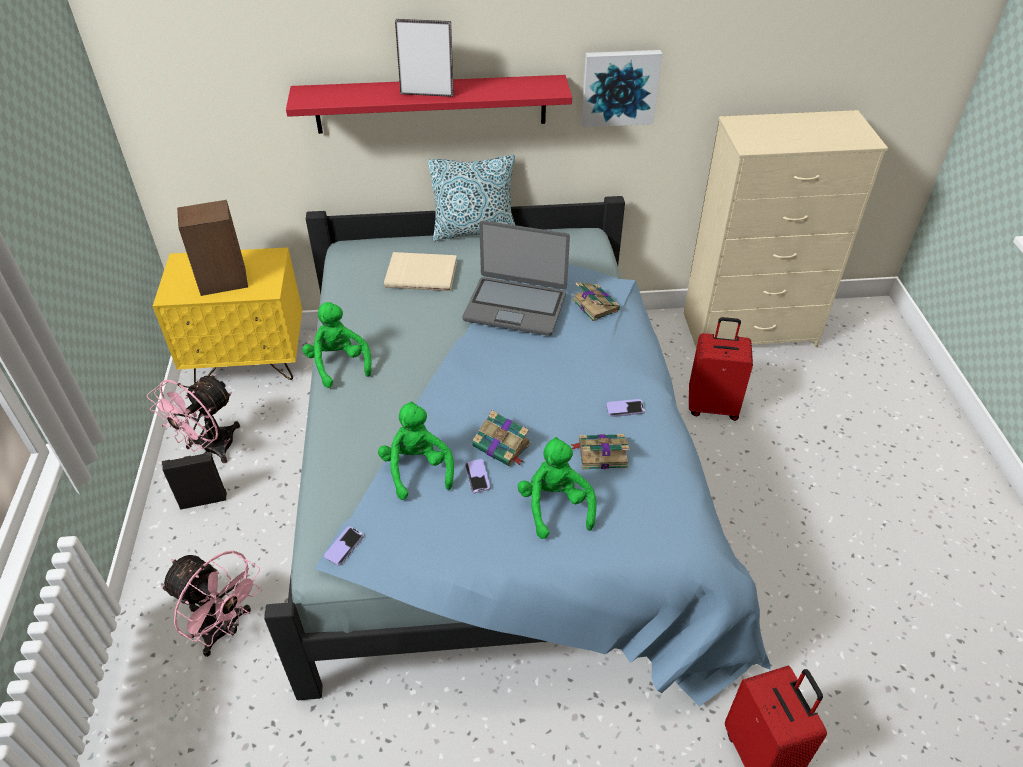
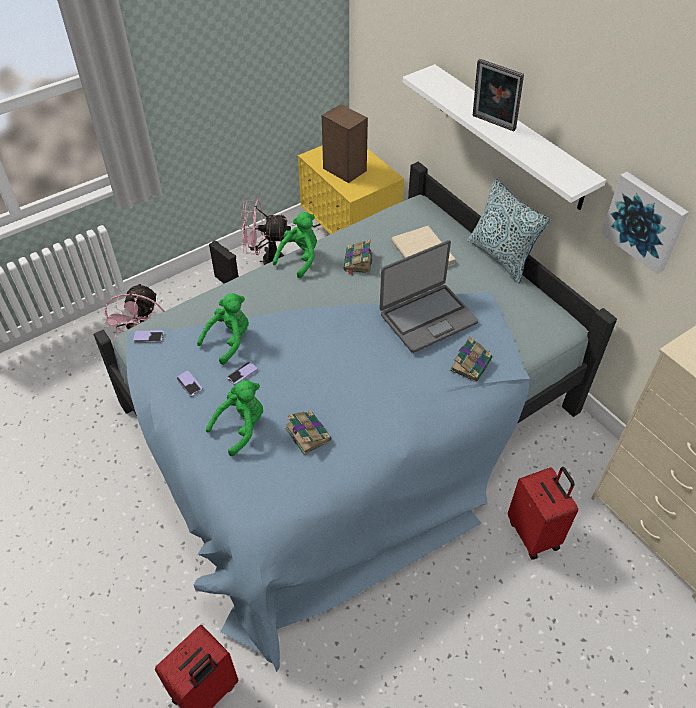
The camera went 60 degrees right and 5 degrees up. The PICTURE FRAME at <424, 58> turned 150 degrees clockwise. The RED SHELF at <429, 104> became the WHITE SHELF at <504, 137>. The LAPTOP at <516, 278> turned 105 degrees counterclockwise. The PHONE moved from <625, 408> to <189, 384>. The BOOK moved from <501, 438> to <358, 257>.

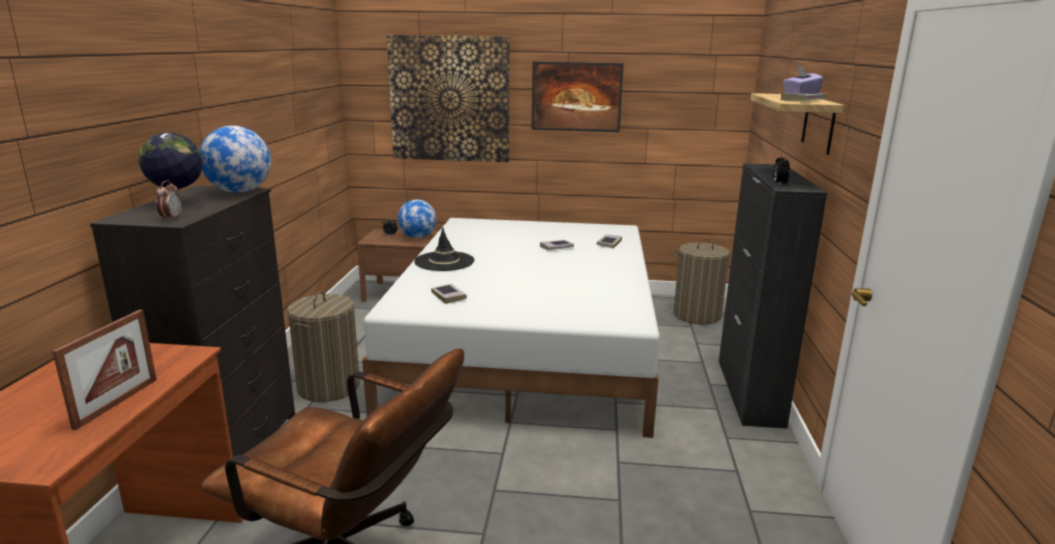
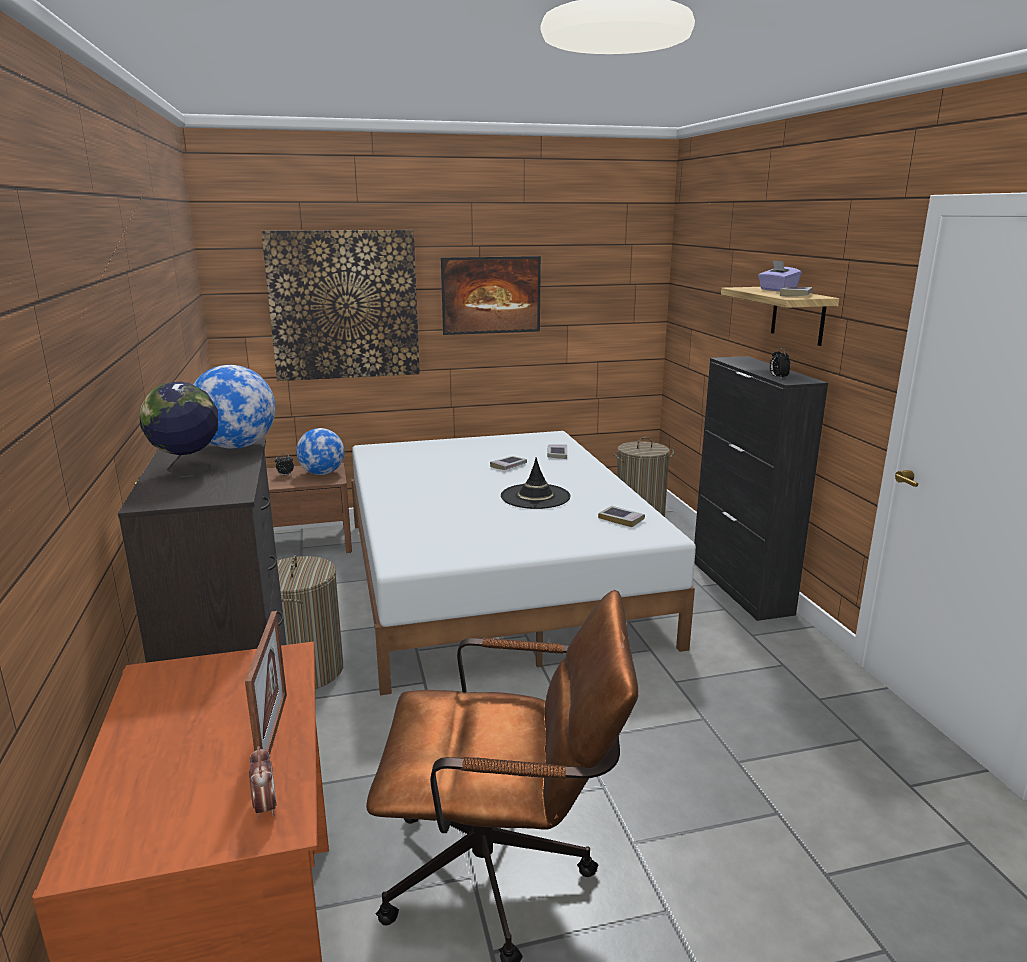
The camera went 20 degrees left and 0 degrees up. The ALARM CLOCK moved from <168, 200> to <263, 782>. The BLACK HAT moved from <444, 249> to <535, 483>. The BOOK moved from <449, 294> to <621, 516>.

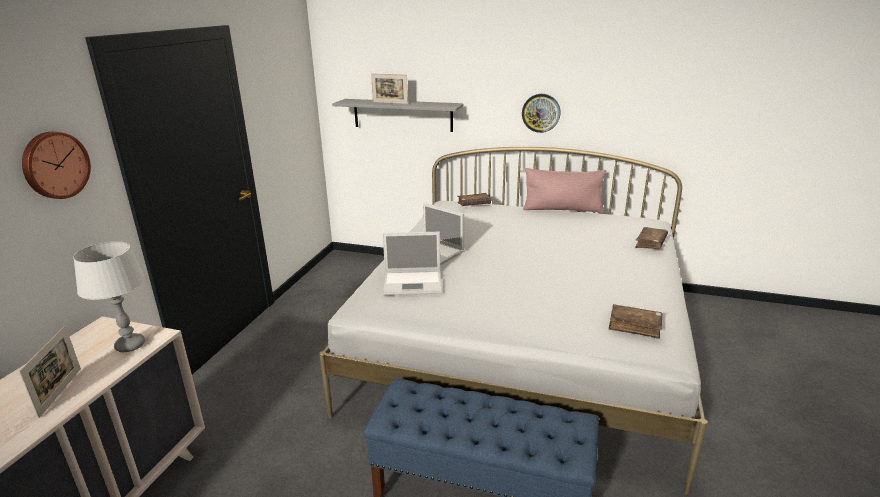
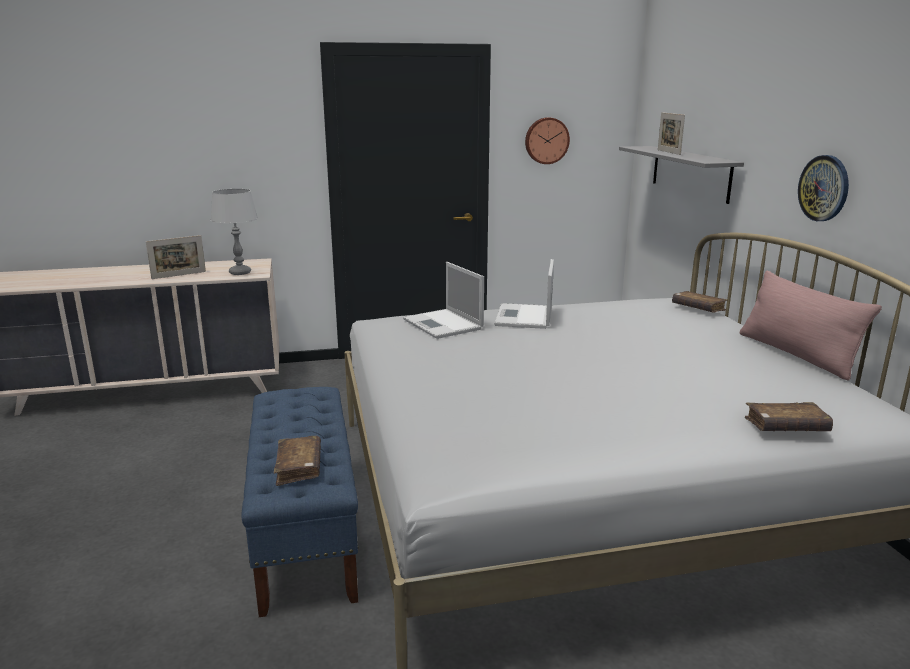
The camera went 60 degrees right and 5 degrees down. The WALL CLOCK moved from <56, 165> to <547, 140>. The BROWN BOOK moved from <635, 321> to <297, 461>.

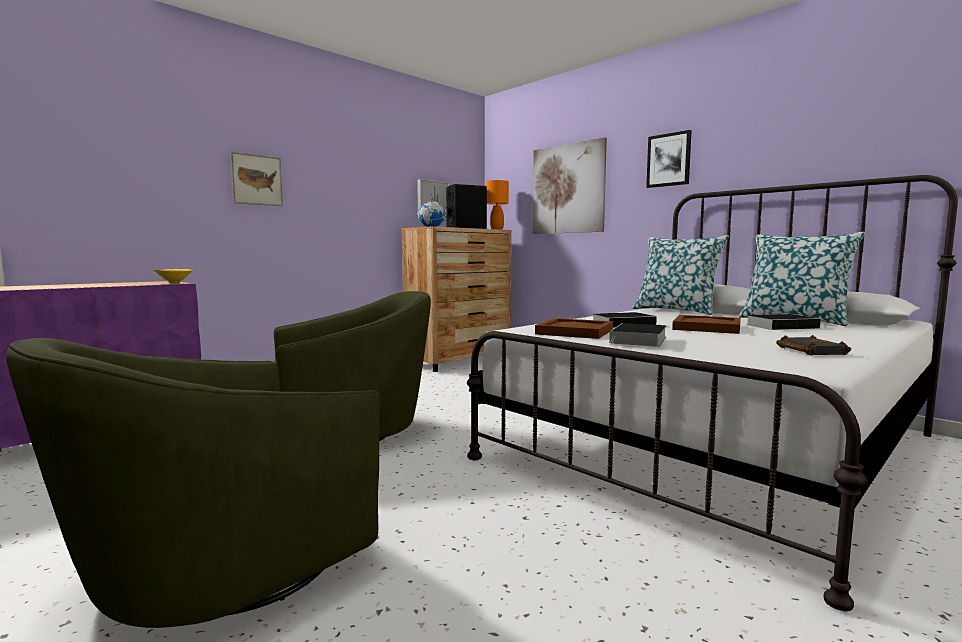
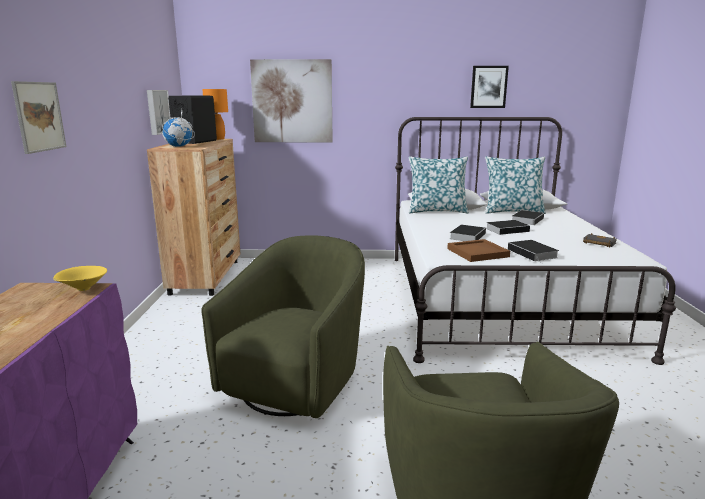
The camera went 45 degrees left and 10 degrees up. The PICTURE moved from <669, 159> to <489, 87>. The BROWN TRAY at <706, 324> was replaced by the BOOK at <508, 227>.

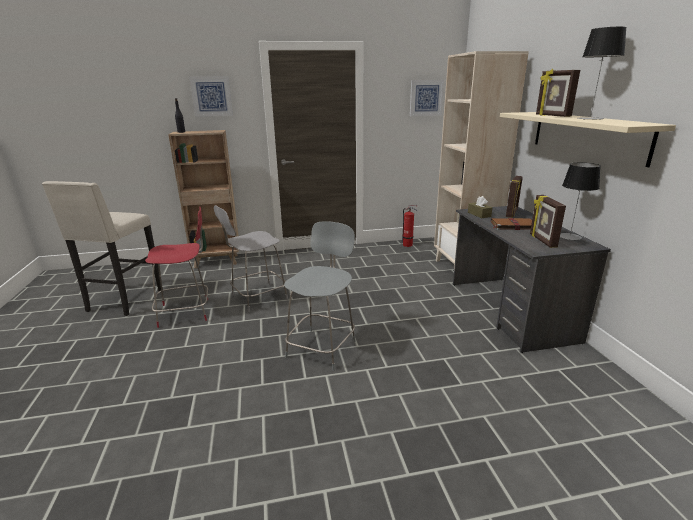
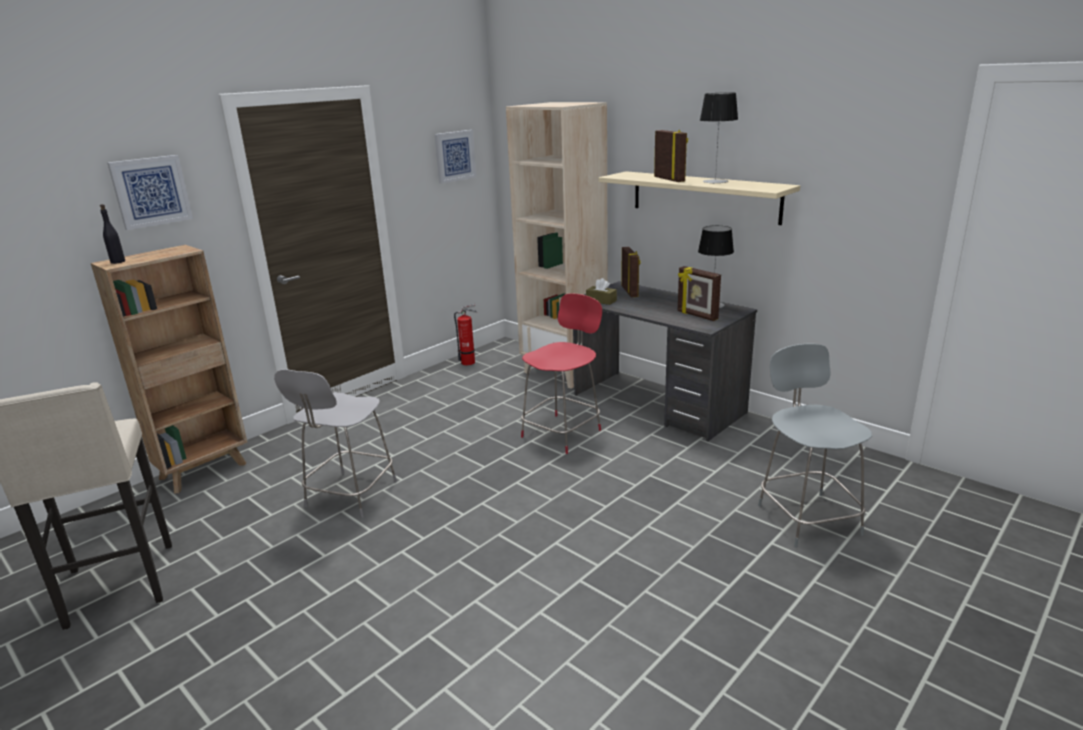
The camera went 35 degrees left and 0 degrees up. The PICTURE FRAME at <558, 93> turned 150 degrees counterclockwise. The RED CHAIR moved from <176, 267> to <561, 373>. The BROWN BOOK at <511, 224> disappeared. The GREY CHAIR moved from <319, 296> to <815, 446>.

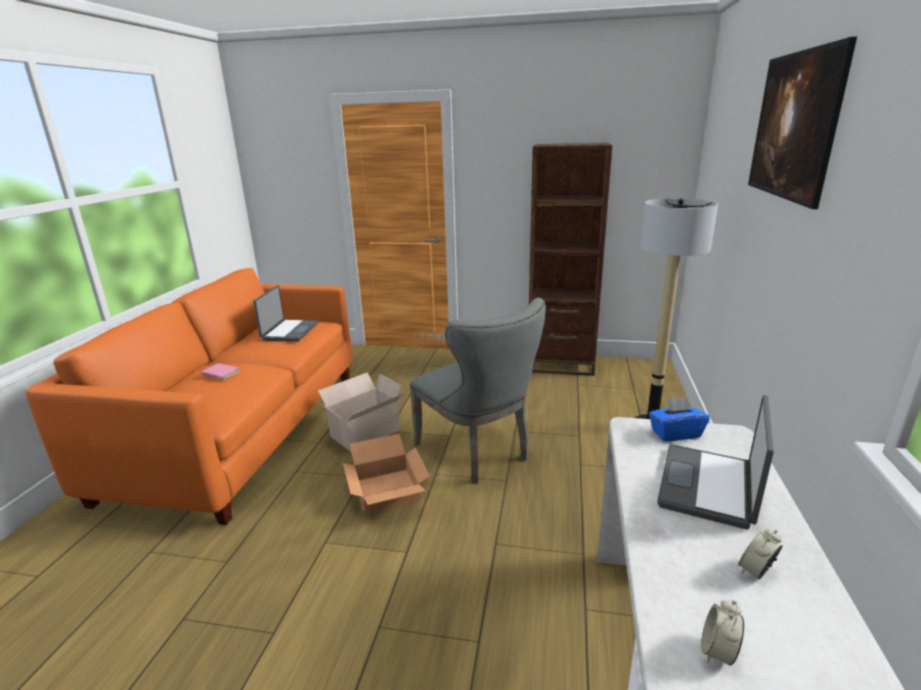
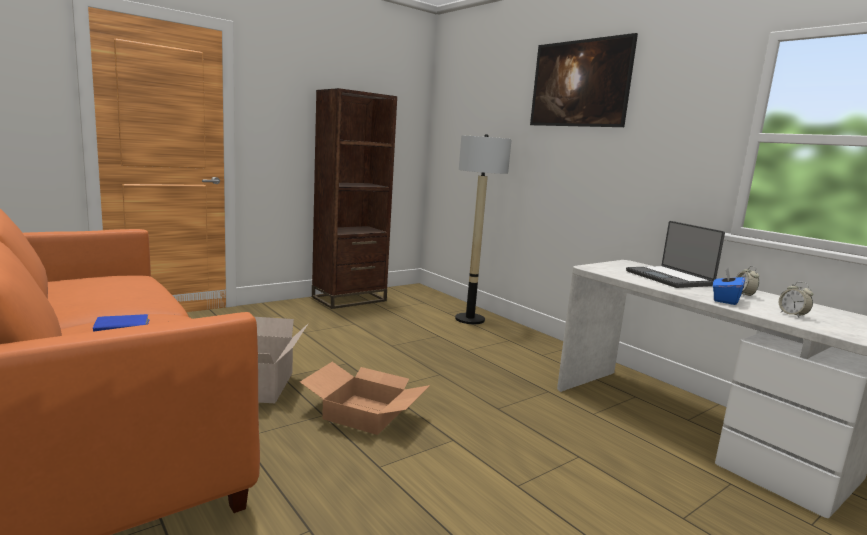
The camera went 50 degrees left and 10 degrees down. The LAPTOP at <285, 313> disappeared. The GREY CHAIR at <478, 391> disappeared. The PINK BOOK at <220, 371> became the BLUE BOOK at <121, 323>. The BLUE TISSUE BOX moved from <679, 419> to <729, 286>.

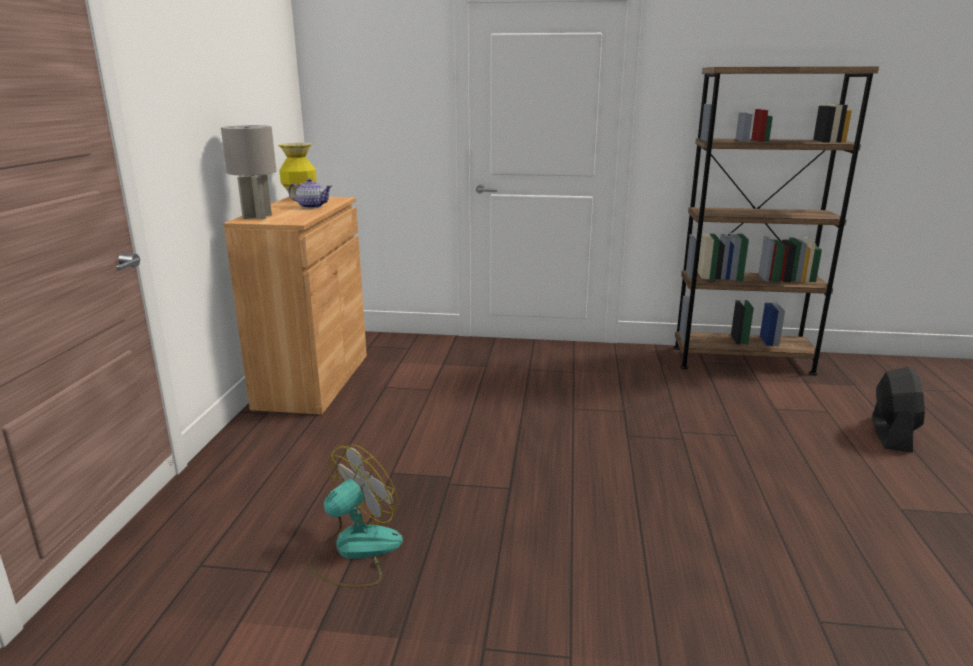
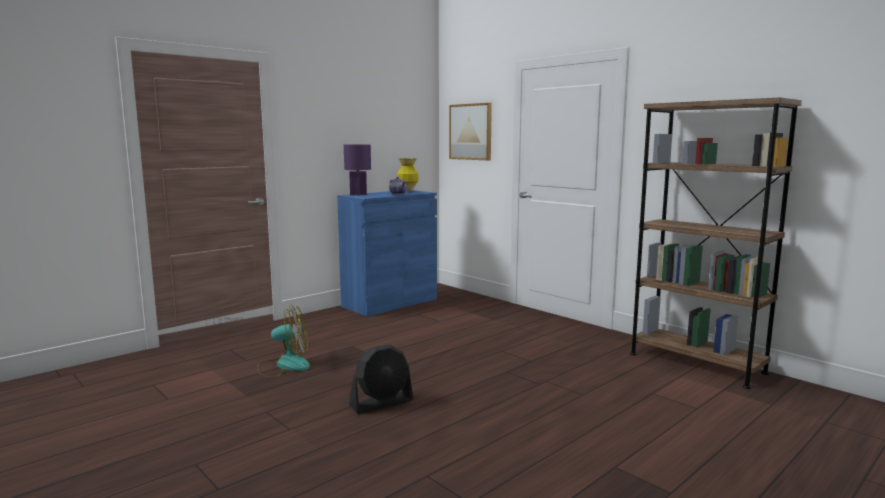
The camera went 40 degrees right and 10 degrees down. The GREY TABLE LAMP at <248, 172> became the PURPLE TABLE LAMP at <357, 170>. The BROWN CABINET at <295, 305> became the BLUE CABINET at <387, 253>. The BLACK FAN moved from <898, 409> to <381, 379>. The PICTURE at <470, 131> appeared.

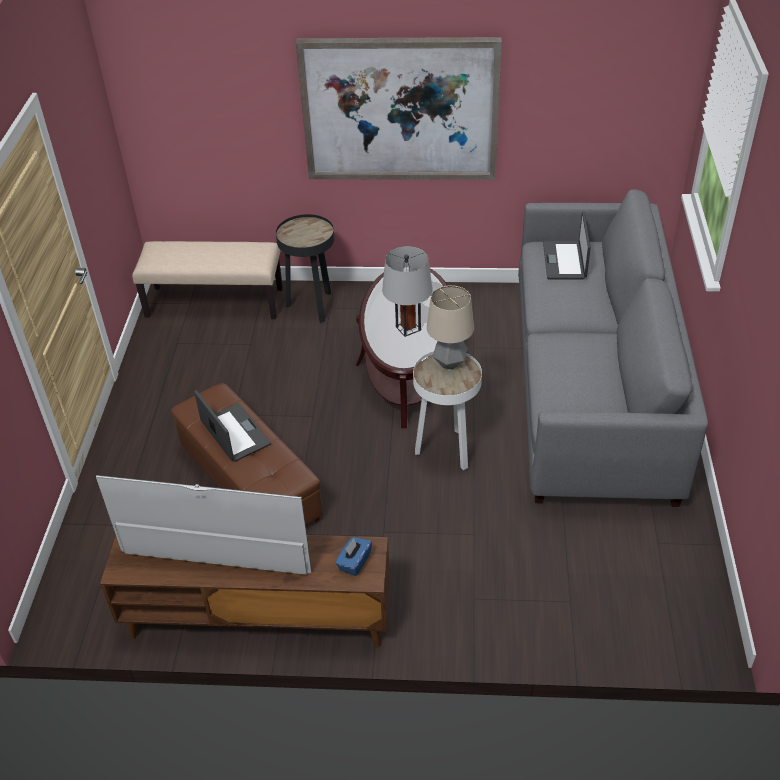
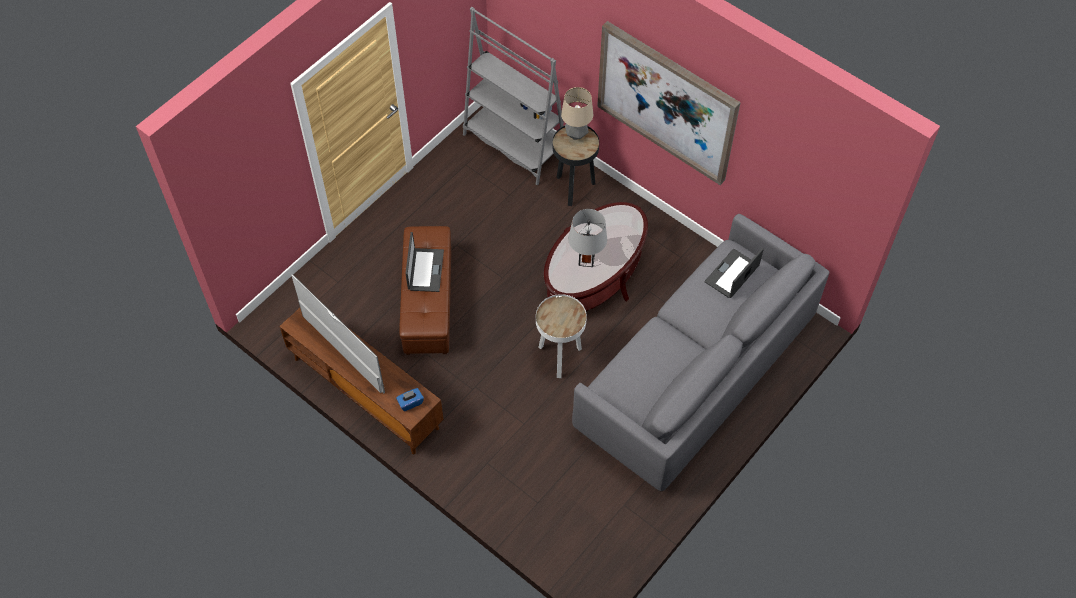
The camera went 35 degrees right and 15 degrees up. The BEIGE BENCH at <207, 280> was replaced by the GREY BOOKCASE at <513, 96>. The TABLE LAMP moved from <450, 327> to <577, 113>.

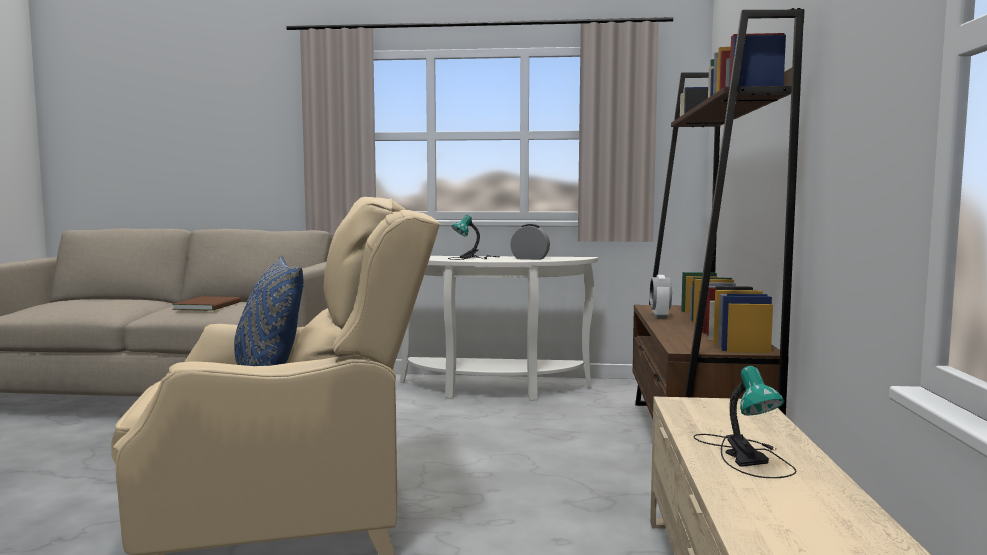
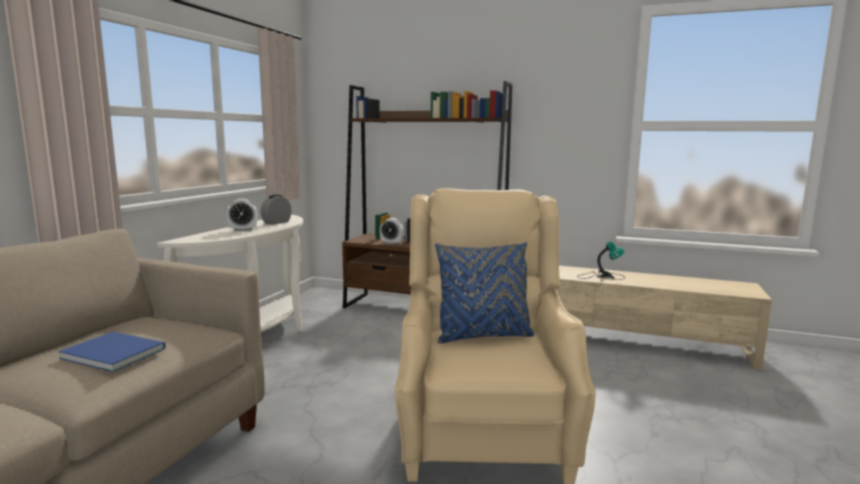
The camera went 75 degrees left and 5 degrees up. The TABLE LAMP at <474, 237> was replaced by the ALARM CLOCK at <241, 215>. The BROWN BOOK at <206, 303> became the BLUE BOOK at <112, 352>.

